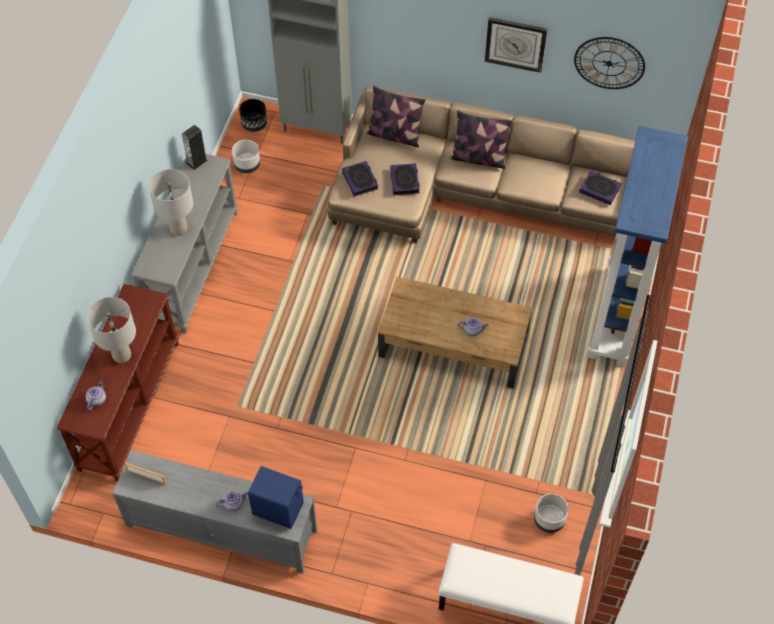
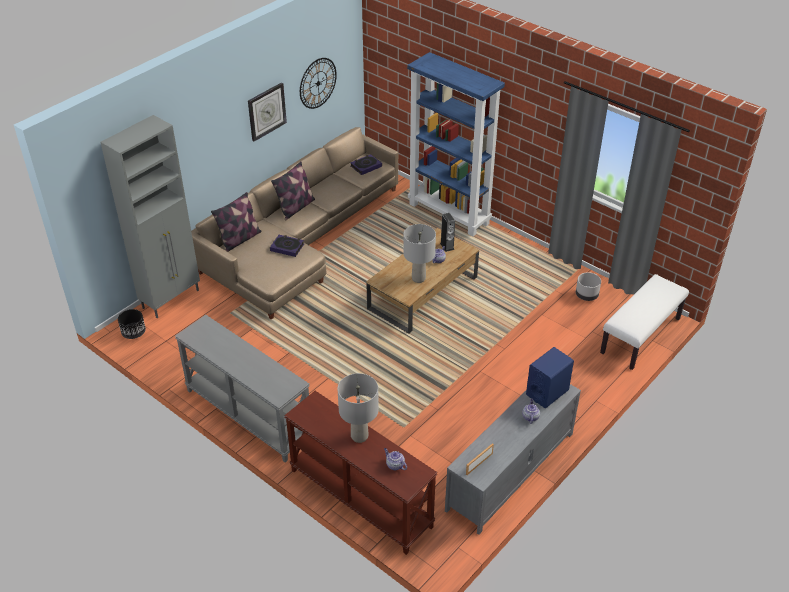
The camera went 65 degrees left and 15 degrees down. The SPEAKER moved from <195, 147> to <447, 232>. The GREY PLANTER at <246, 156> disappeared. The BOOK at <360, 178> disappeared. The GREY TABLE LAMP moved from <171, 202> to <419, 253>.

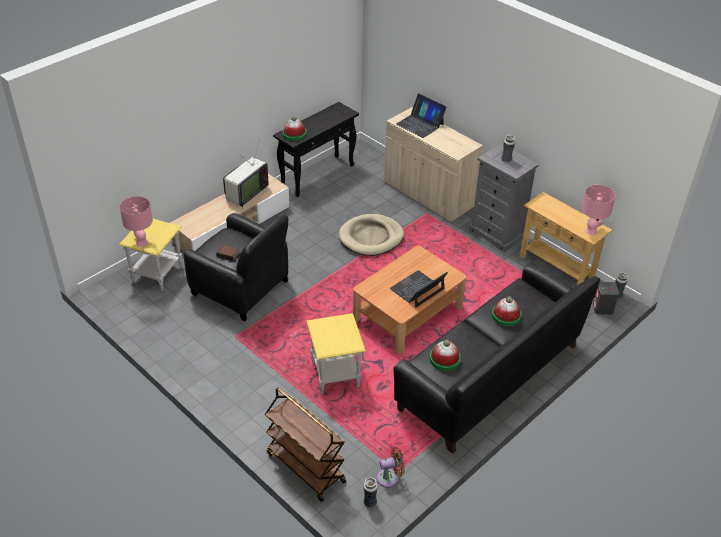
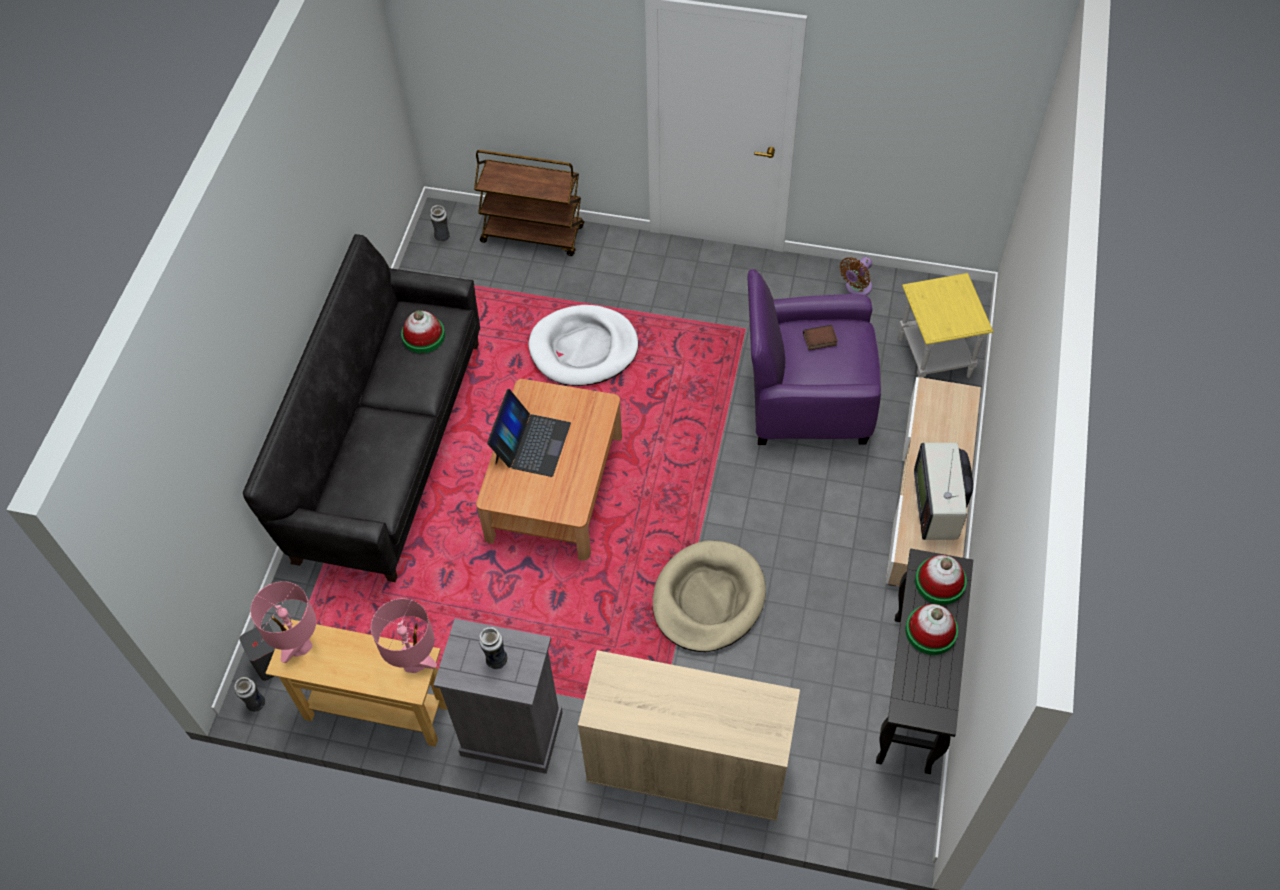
The camera went 150 degrees right and 15 degrees up. The LAPTOP at <421, 116> disappeared. The PINK TABLE LAMP moved from <136, 221> to <404, 635>. The BLACK ARMCHAIR at <236, 267> became the PURPLE ARMCHAIR at <814, 357>. The HAT moved from <507, 311> to <931, 629>. The YELLOW SIDE TABLE at <336, 353> was replaced by the WHITE DOG BED at <583, 345>. The BROWN FAN moved from <391, 467> to <855, 276>.

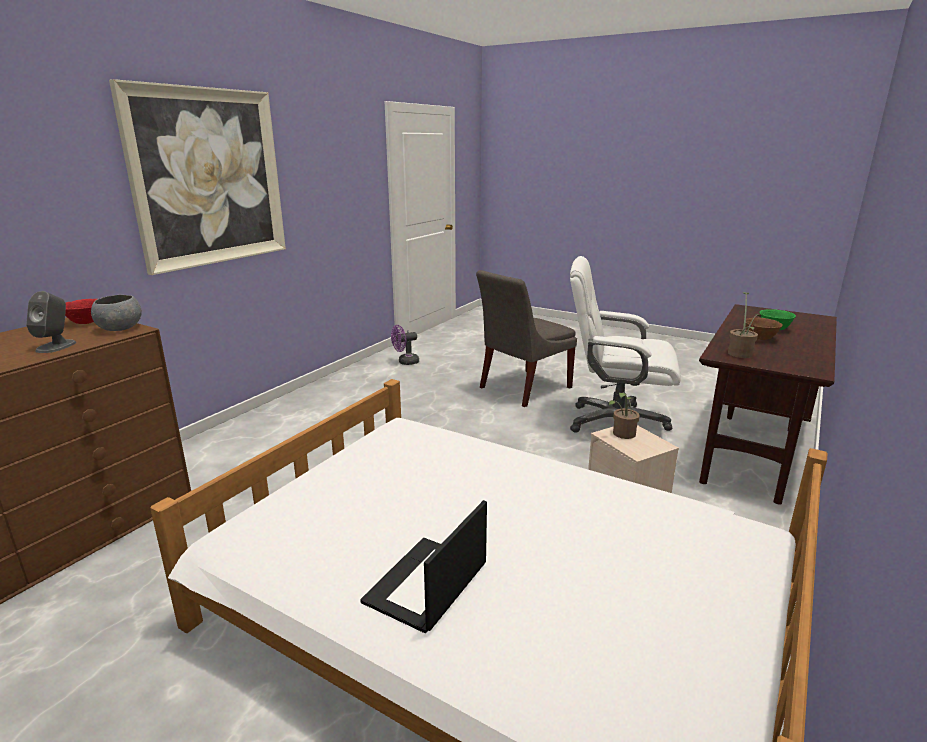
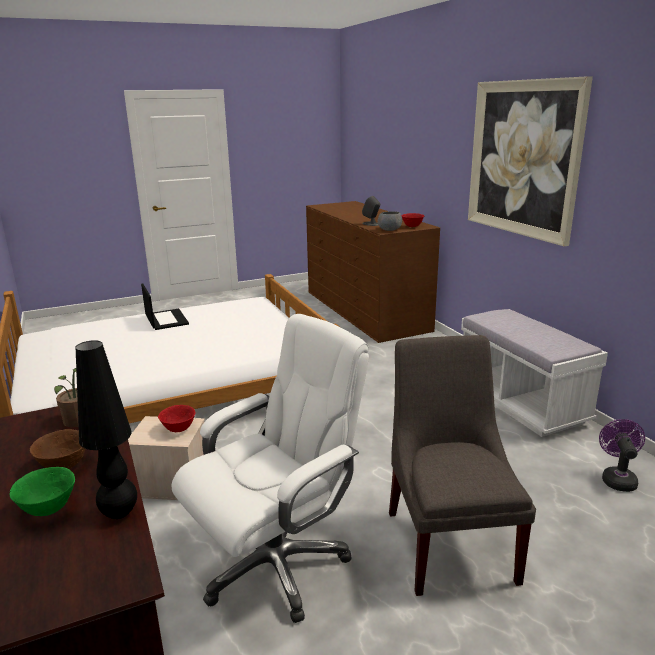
The camera went 125 degrees right and 0 degrees up. The POTTED PLANT at <624, 416> was replaced by the RED BOWL at <177, 418>. The WHITE BENCH at <534, 373> appeared. The BLACK TABLE LAMP at <106, 429> appeared.

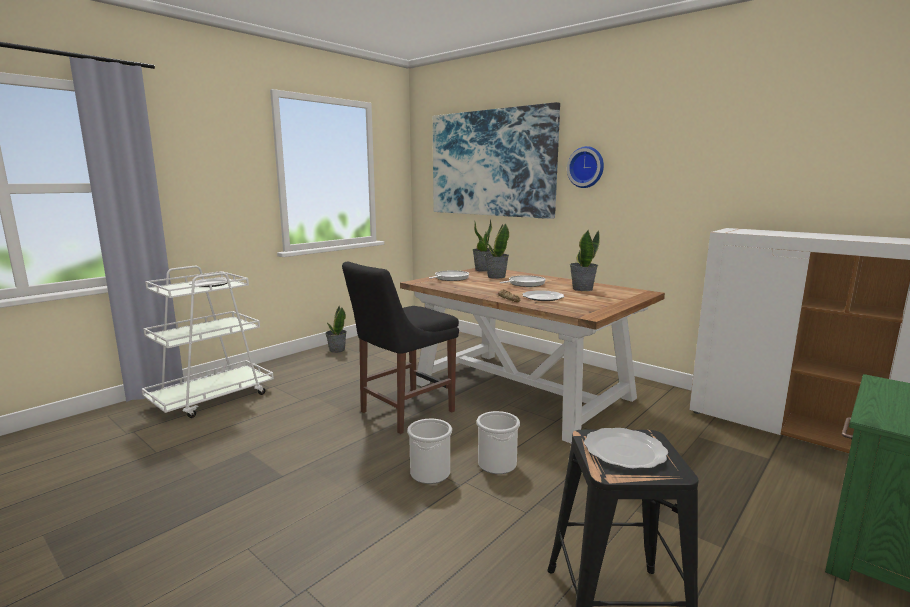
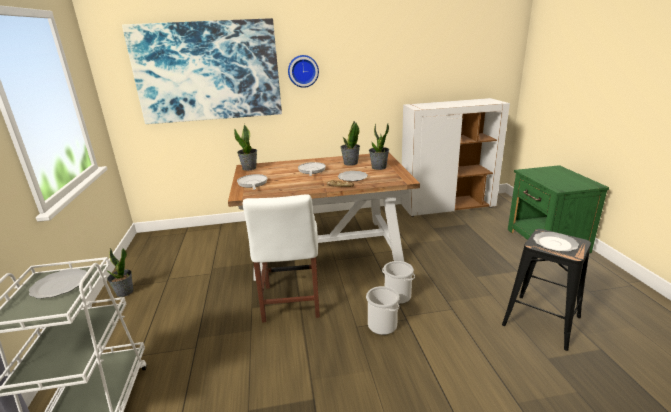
The camera went 50 degrees left and 10 degrees up. The POTTED PLANT moved from <496, 251> to <379, 146>. The BLACK CHAIR at <400, 348> became the WHITE CHAIR at <281, 258>.

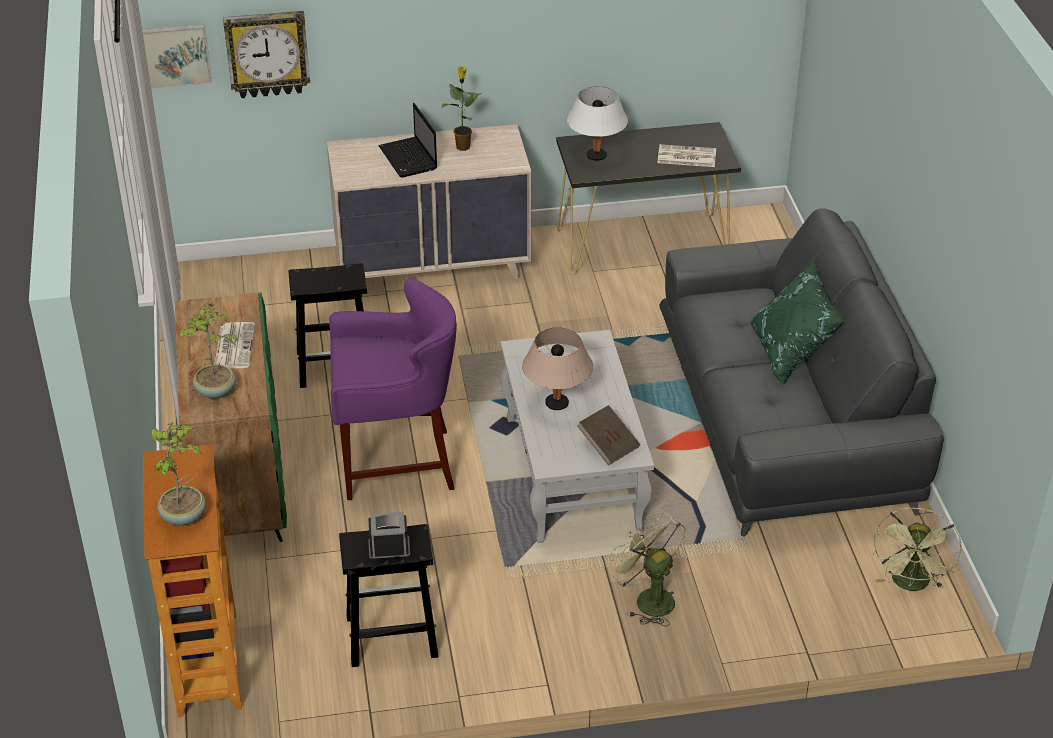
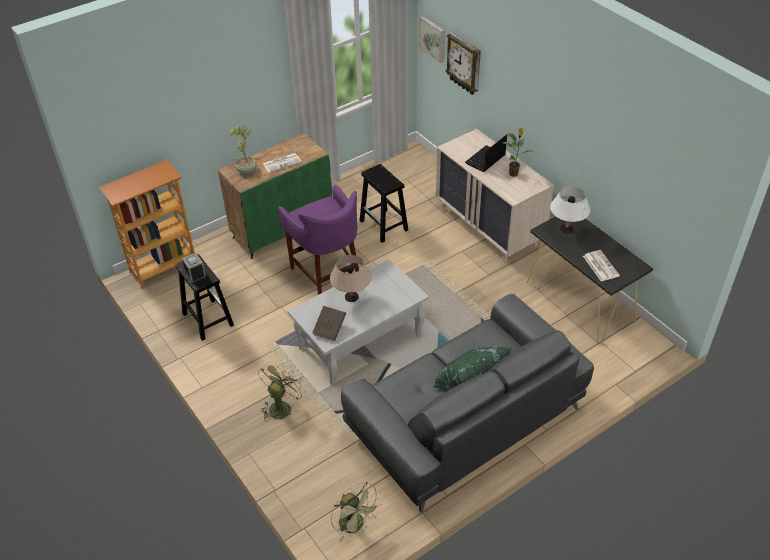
The camera went 65 degrees right and 5 degrees up. The POTTED PLANT at <179, 474> disappeared. The GREEN FAN at <917, 549> turned 120 degrees counterclockwise.

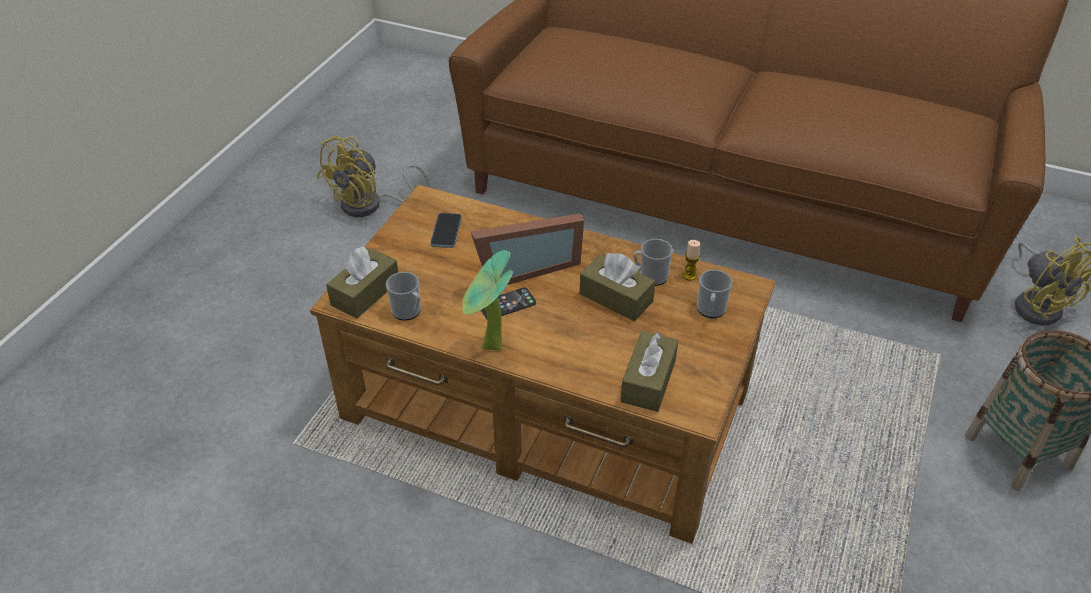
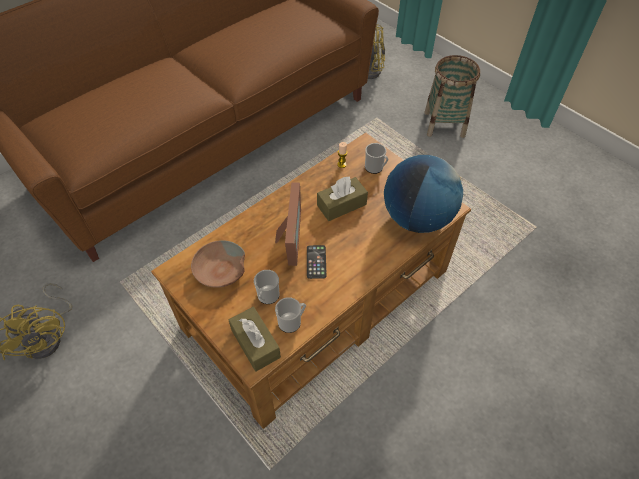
The camera went 65 degrees left and 10 degrees up. The PHONE at <446, 230> was replaced by the BROWN BOWL at <218, 264>. The MUG moved from <653, 262> to <266, 287>. The POTTED PLANT at <487, 300> disappeared. The BROWN TISSUE BOX at <649, 371> was replaced by the GLOBE at <423, 194>.

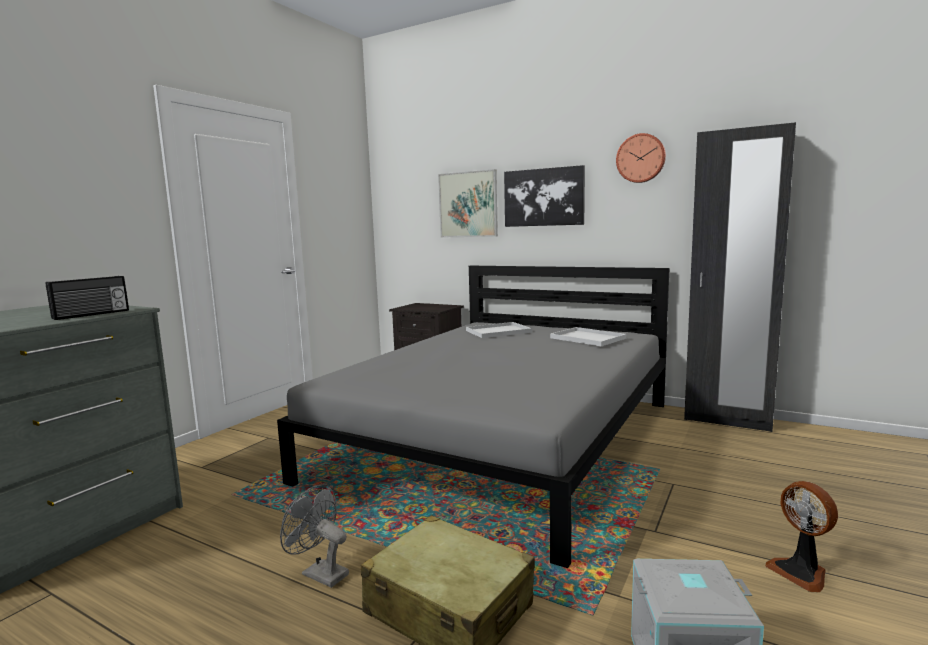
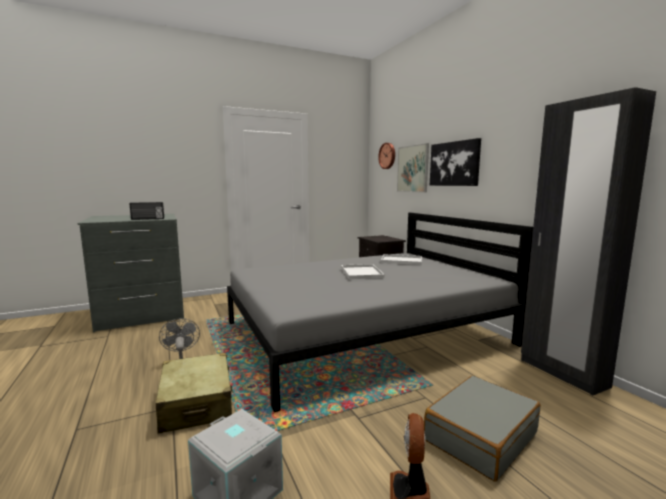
The camera went 35 degrees right and 0 degrees up. The WALL CLOCK moved from <641, 158> to <386, 156>. The WHITE TRAY moved from <588, 336> to <363, 271>. The GREY SUITCASE at <482, 428> appeared.

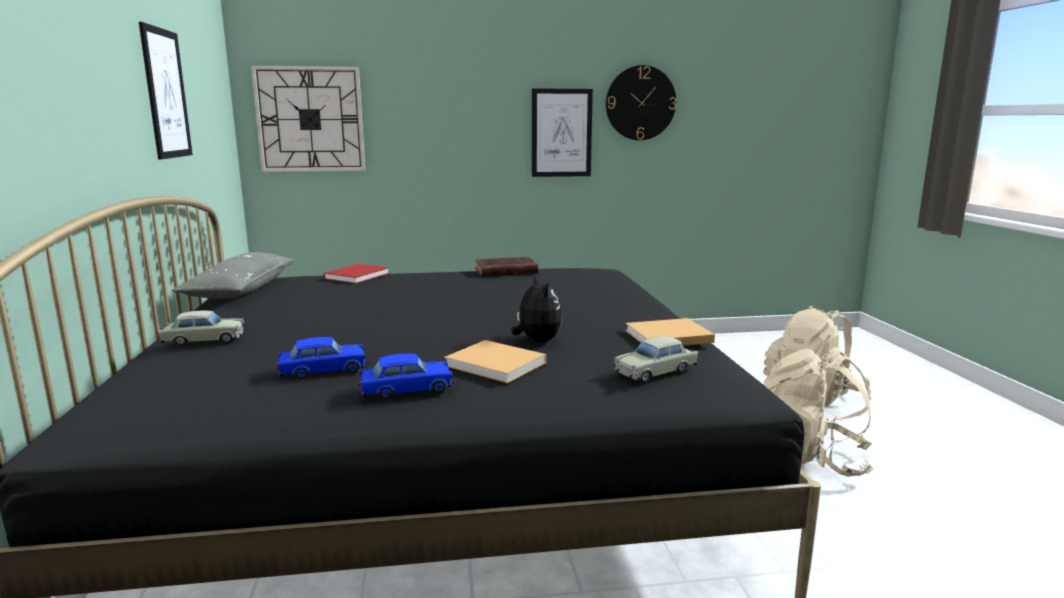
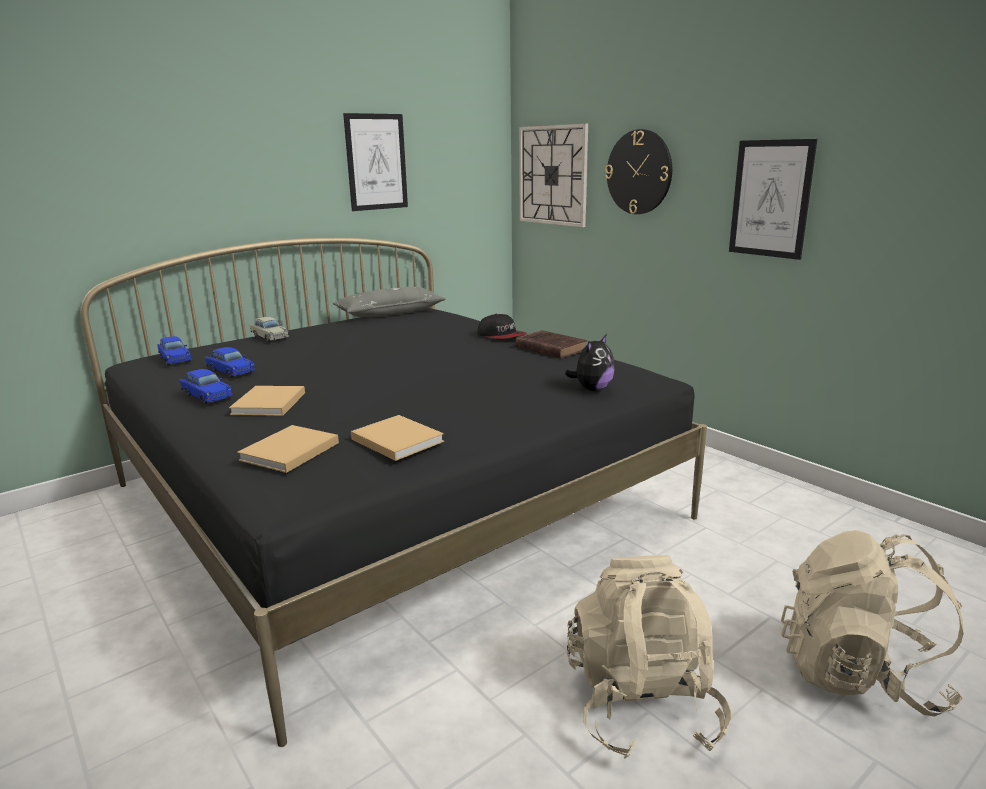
The camera went 60 degrees right and 5 degrees up. The WALL CLOCK moved from <641, 102> to <638, 171>. The RED BOOK at <357, 274> disappeared. The PLUSH TOY moved from <536, 308> to <590, 362>. The BEIGE TOY CAR at <655, 359> was replaced by the BEIGE BOOK at <288, 449>. The CAP at <502, 326> appeared. The BLUE TOY CAR at <174, 350> appeared.

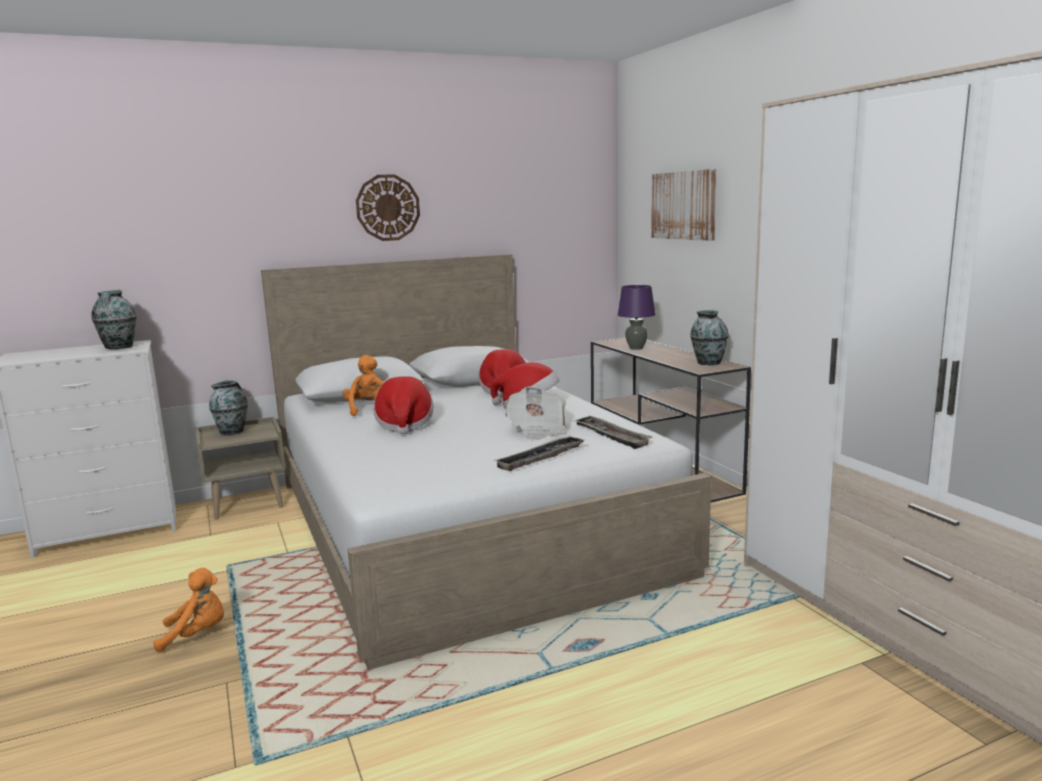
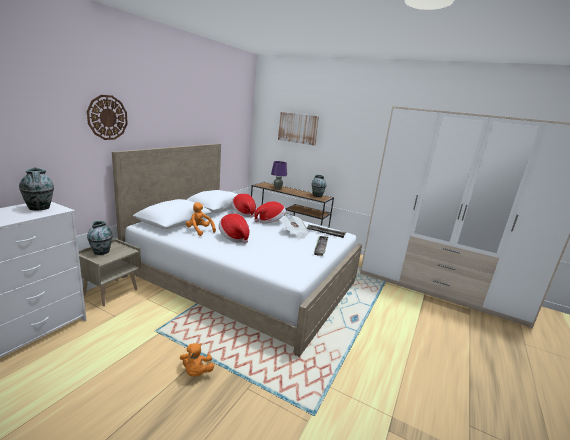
The camera went 40 degrees left and 5 degrees up. The WALL CLOCK moved from <388, 207> to <107, 117>. The ORANGE PLUSH TOY at <188, 610> turned 135 degrees clockwise.

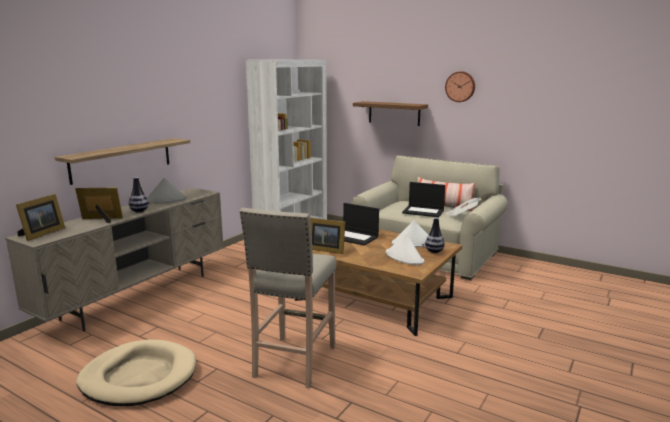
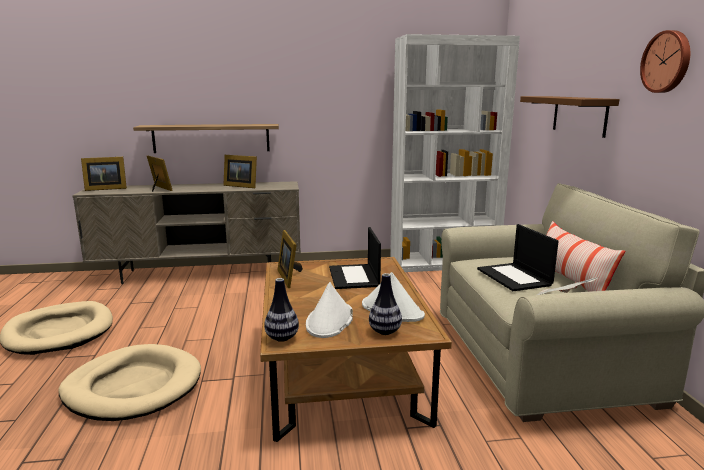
The camera went 50 degrees right and 0 degrees up. The VASE moved from <139, 195> to <281, 310>. The GREY HAT at <167, 191> was replaced by the PICTURE FRAME at <240, 171>. The BEIGE STOOL at <288, 298> was replaced by the BEIGE DOG BED at <130, 382>.

